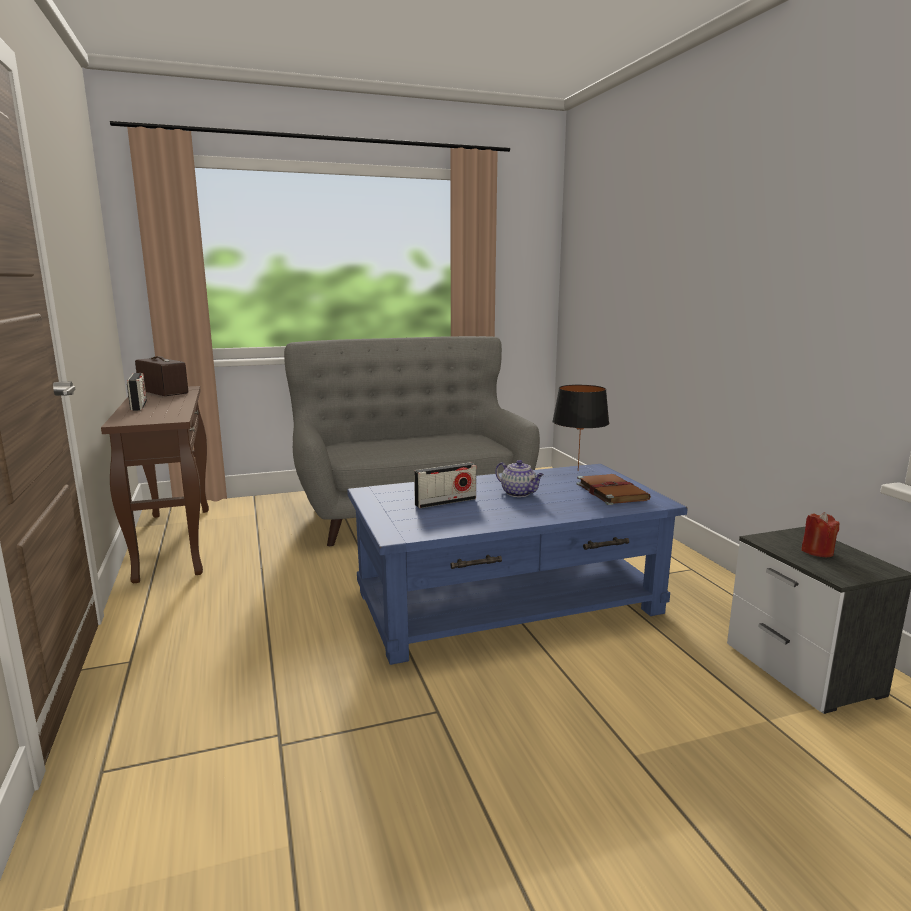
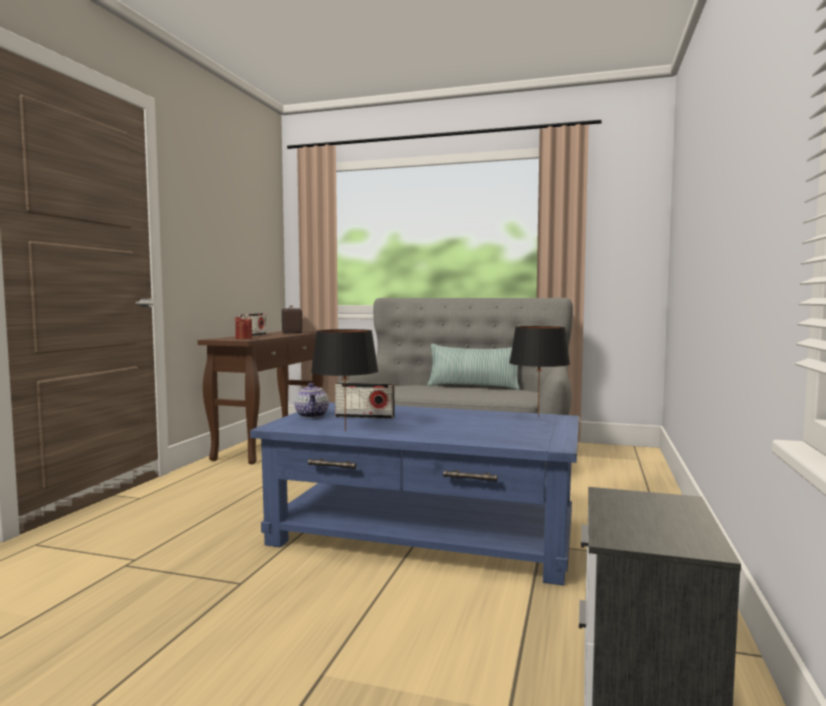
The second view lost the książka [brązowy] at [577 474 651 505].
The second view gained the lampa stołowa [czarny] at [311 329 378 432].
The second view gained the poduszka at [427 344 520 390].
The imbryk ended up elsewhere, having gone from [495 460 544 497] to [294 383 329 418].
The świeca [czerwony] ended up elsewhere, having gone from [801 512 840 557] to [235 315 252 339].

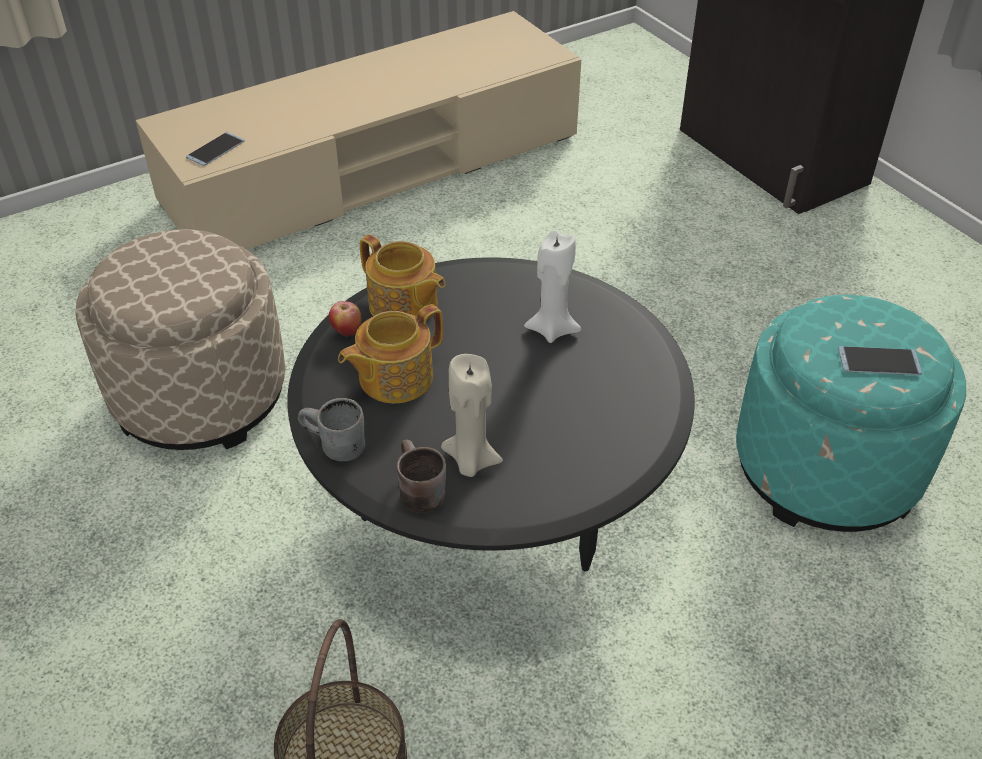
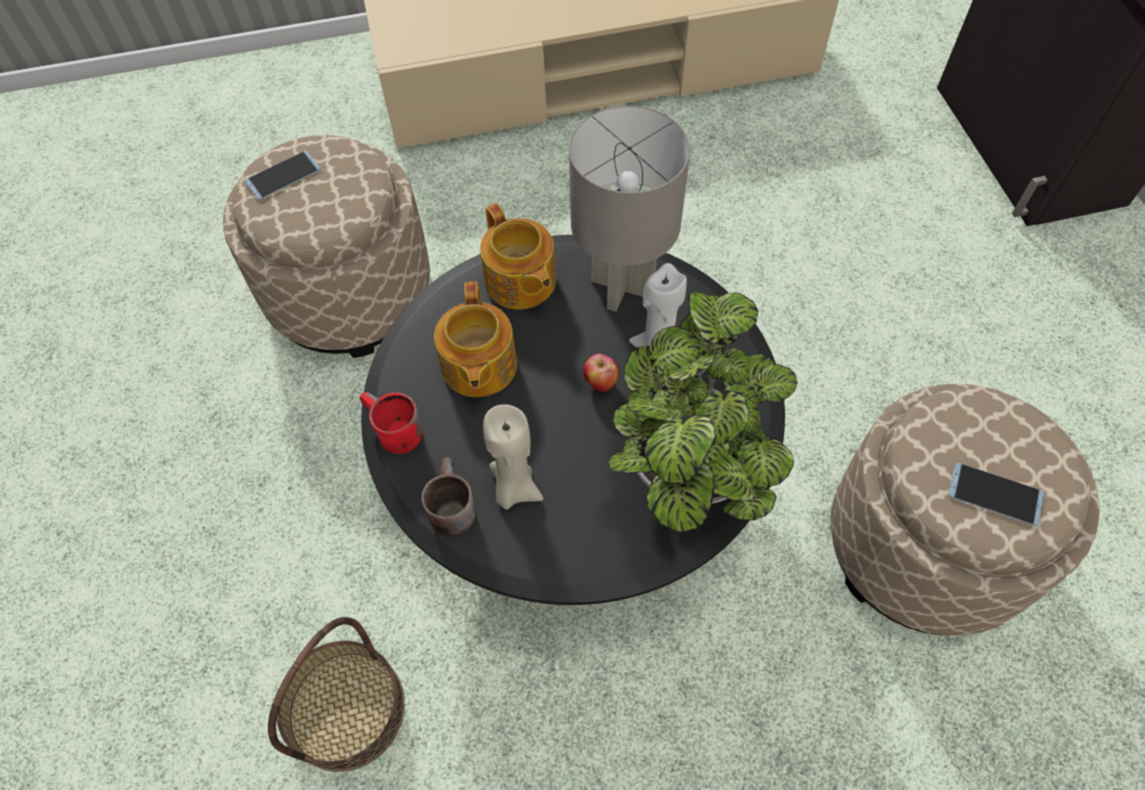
The second view gained the lampa stołowa [szary] at [569 106 690 312].
The second view gained the roślina doniczkowa at [609 292 798 533].
The telefon ended up elsewhere, having gone from [186 132 245 166] to [245 150 321 200].
The jabłko ended up elsewhere, having gone from [329 301 362 337] to [583 354 619 392].
What was the kubek [szary] at [298 398 365 461] turned into the kubek [czerwony] at [359 392 422 454].
What was the pufa [turkusowy] at [736 295 966 532] turned into the pufa [beżowy] at [831 384 1100 636].
The imbryk at [338 304 443 403] ended up facing another way, 75 degrees counterclockwise from before.

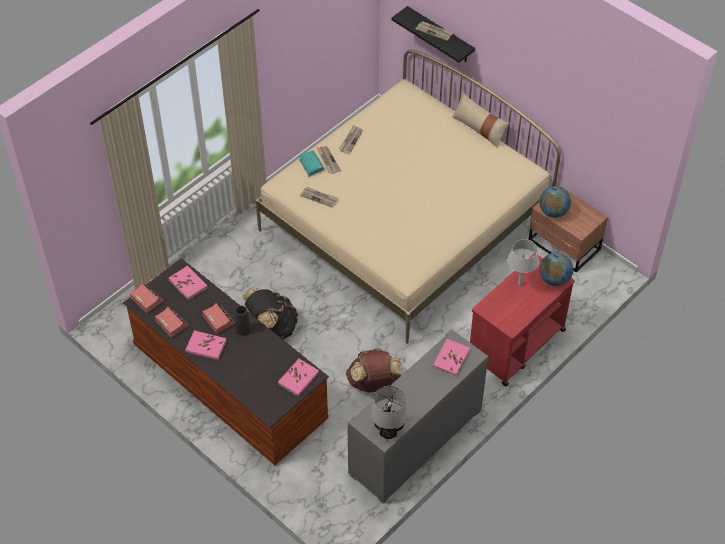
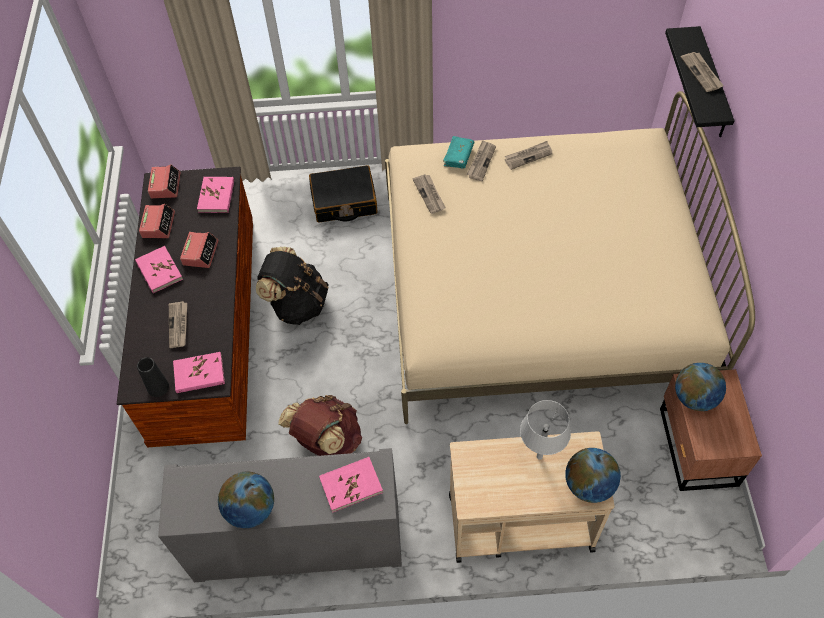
The second view lost the lampa stołowa at [371 386 407 439].
The second view lost the poduszka [beżowy] at [452 92 510 148].
The second view gained the gazeta at [169 301 187 348].
The second view gained the globus at [218 471 274 528].
The second view gained the walizka [czarny] at [309 165 378 222].
The wazon [czarny] ended up elsewhere, having gone from [235 306 251 336] to [137 357 169 397].
What was the wózek [czerwony] at [470 253 575 387] turned into the wózek [beżowy] at [449 431 615 563].

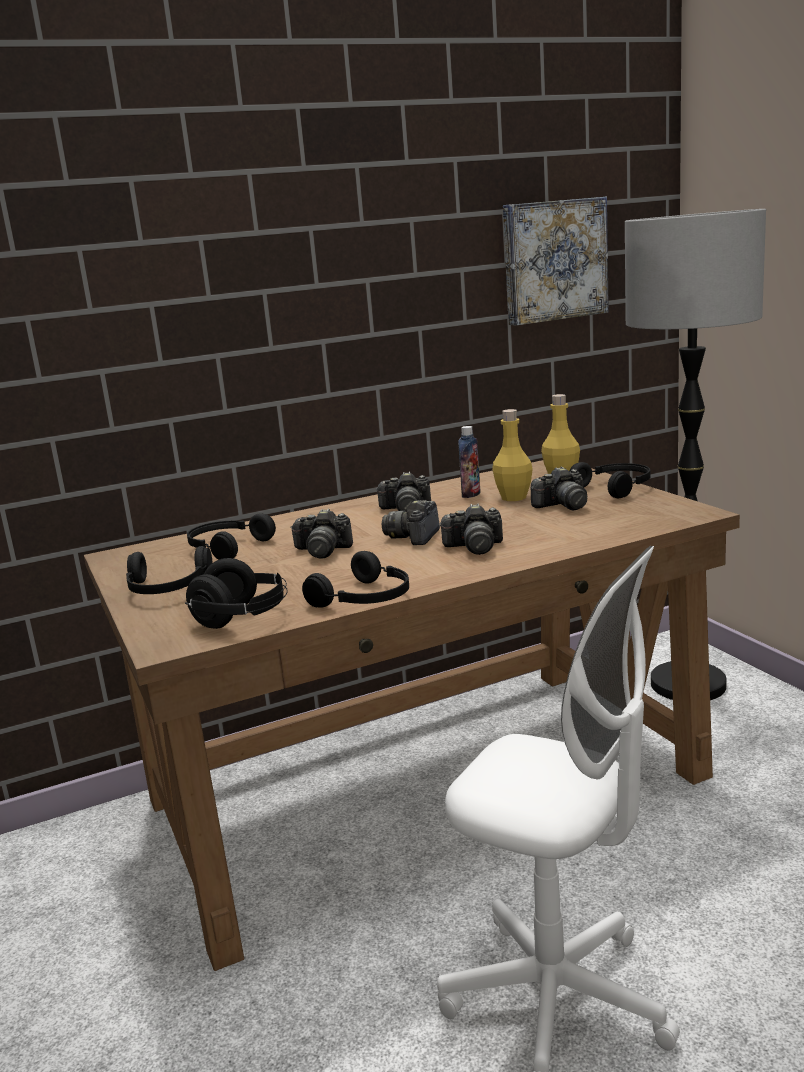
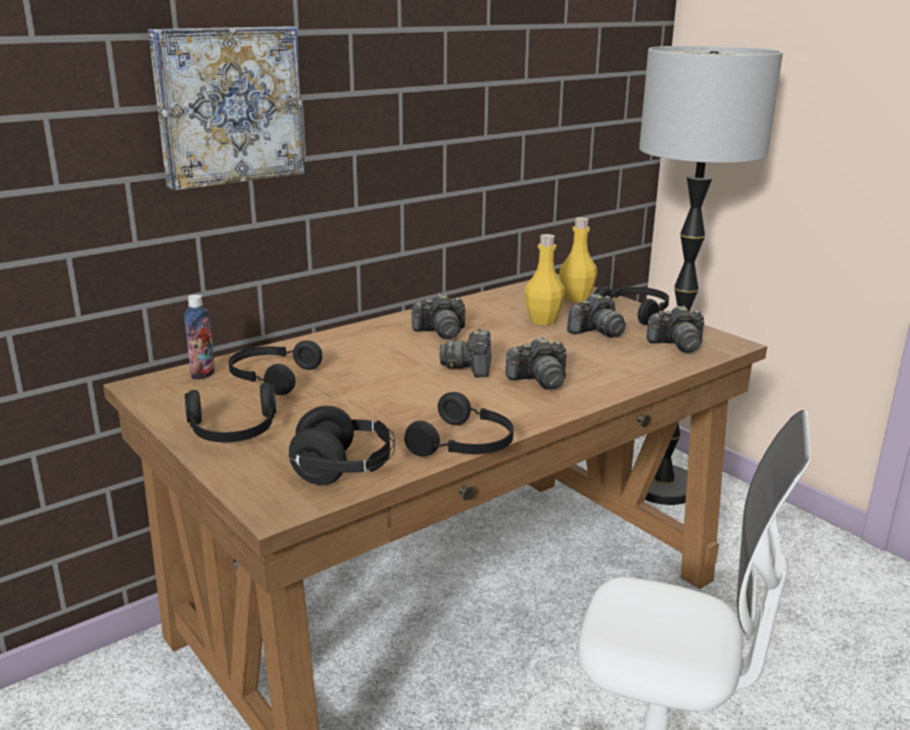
The aparat fotograficzny ended up elsewhere, having gone from [290 509 353 559] to [647 305 704 353].
The butelka ended up elsewhere, having gone from [458 426 481 498] to [184 295 215 380].
The obraz ended up elsewhere, having gone from [503 196 609 325] to [148 26 305 190].

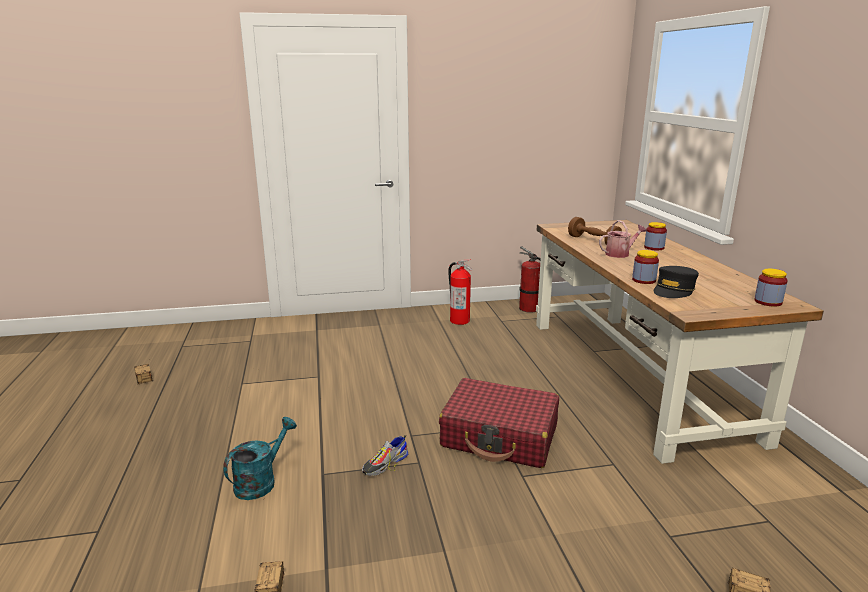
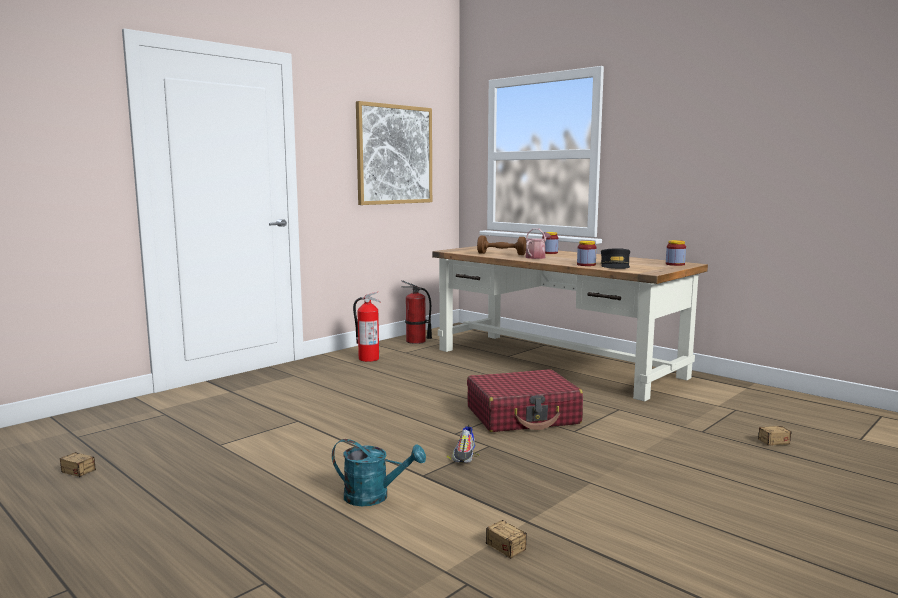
The second view gained the obraz at [356 101 432 205].
The konewka [turkusowy] at [223 417 297 500] ended up facing another way, 105 degrees clockwise from before.

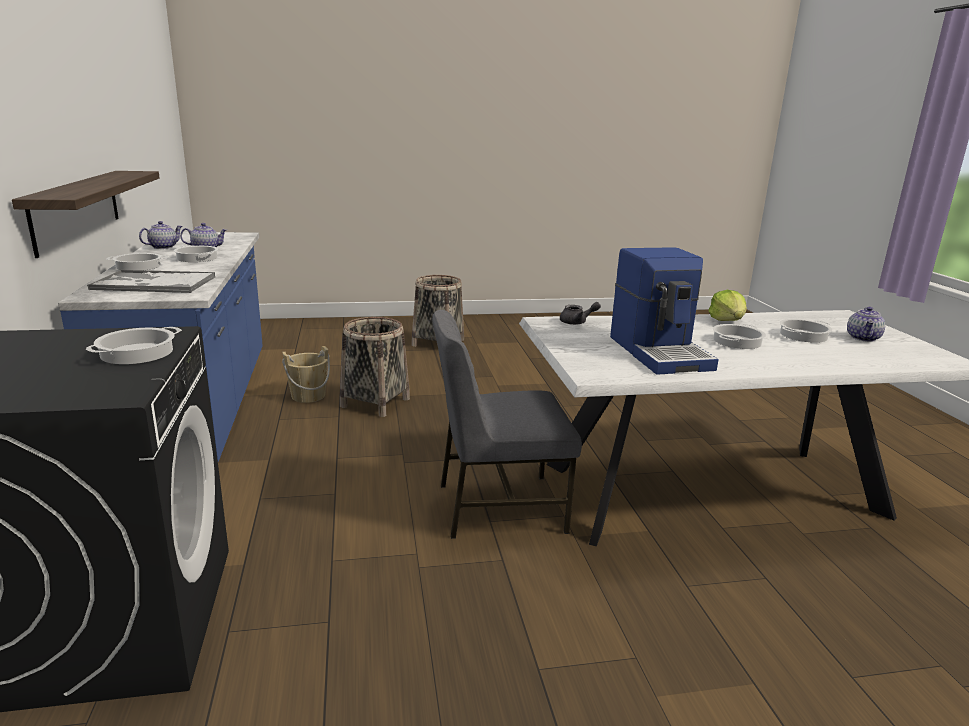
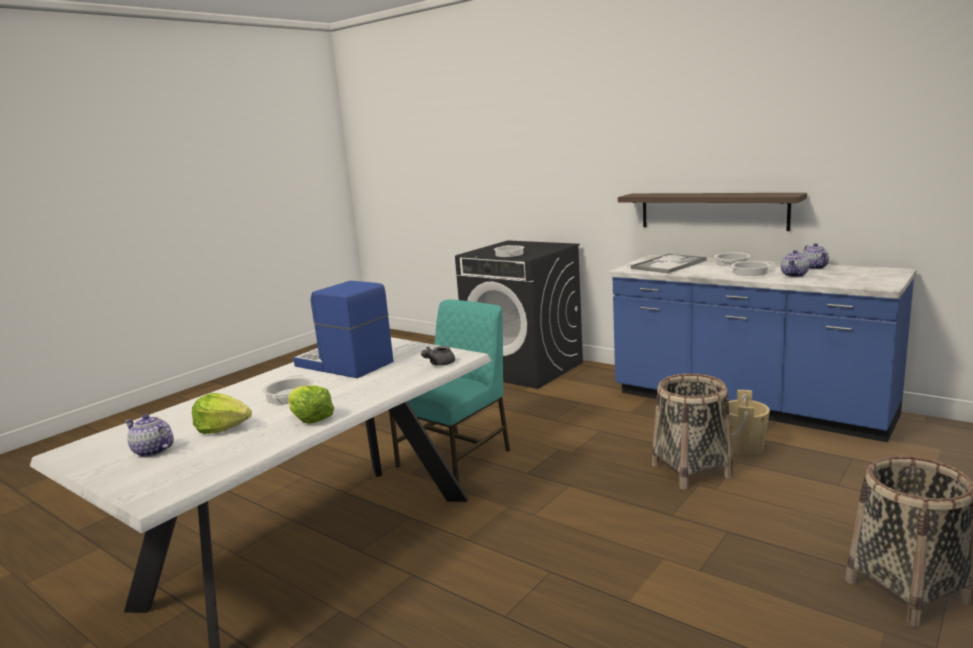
Where the garnek stood at [780 319 833 343], the sałata came to stand at [192 393 252 434].
What was the krzesło [szary] at [432 310 582 539] turned into the krzesło [turkusowy] at [389 299 510 483].
The imbryk at [847 307 886 342] ended up facing another way, 45 degrees counterclockwise from before.

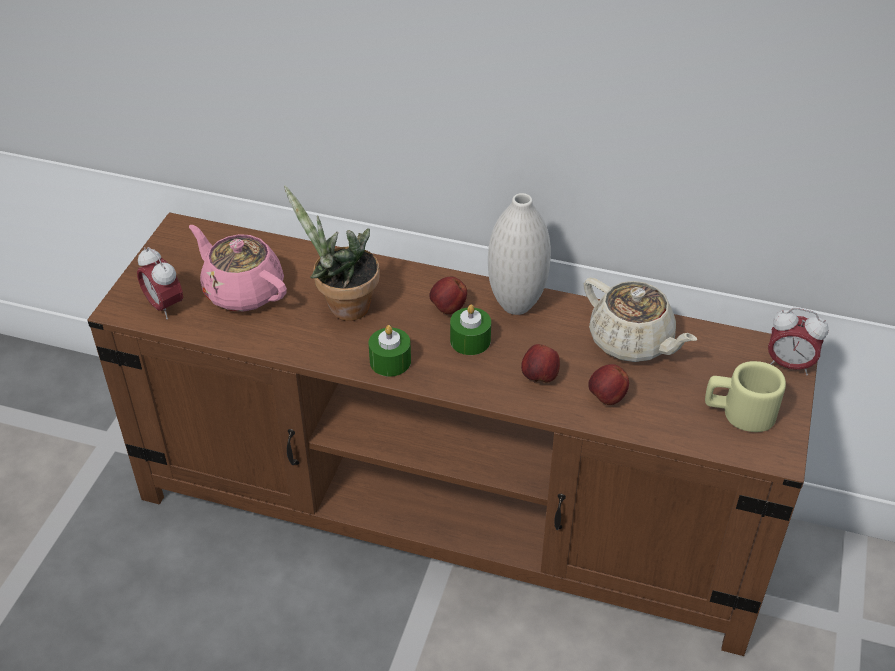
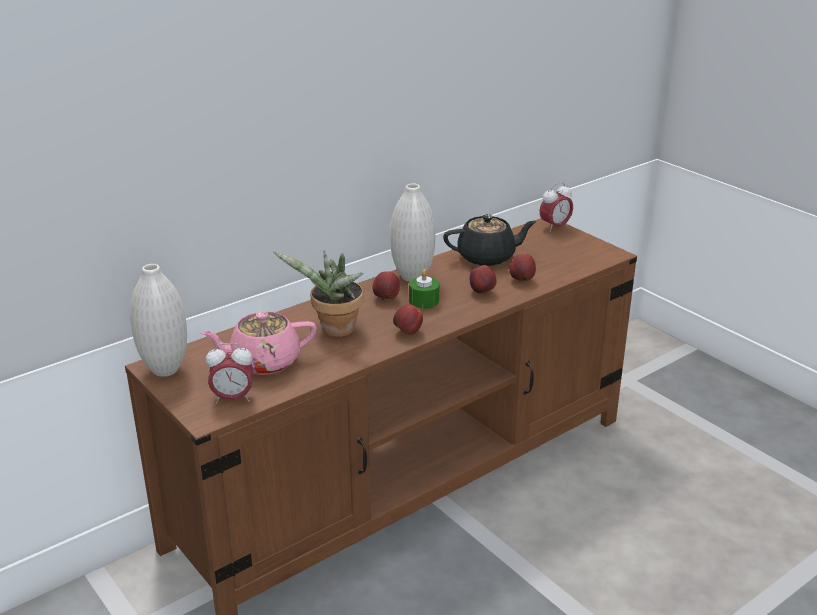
The second view lost the kubek [beżowy] at [705 361 786 432].
The second view gained the wazon [biały] at [130 264 187 377].
Where the świeca [zielony] stood at [368 325 411 377], the jabłko came to stand at [393 304 423 334].
What was the imbryk [beżowy] at [584 278 697 362] turned into the imbryk [czarny] at [443 214 537 266].

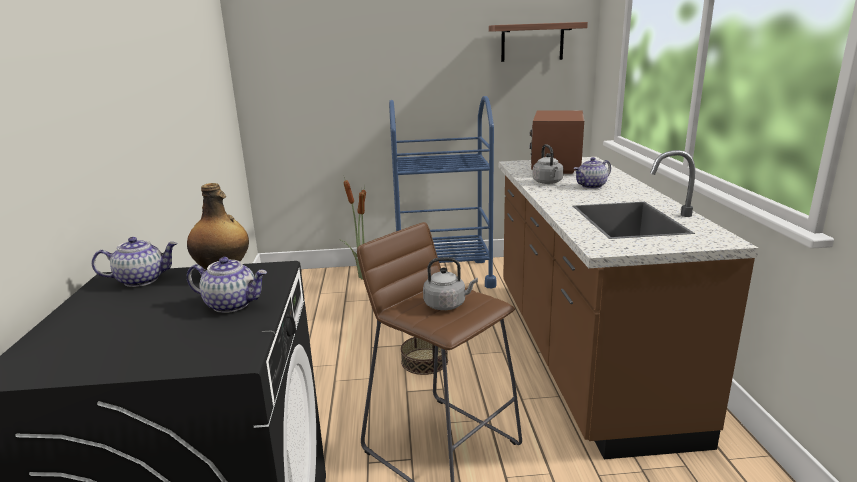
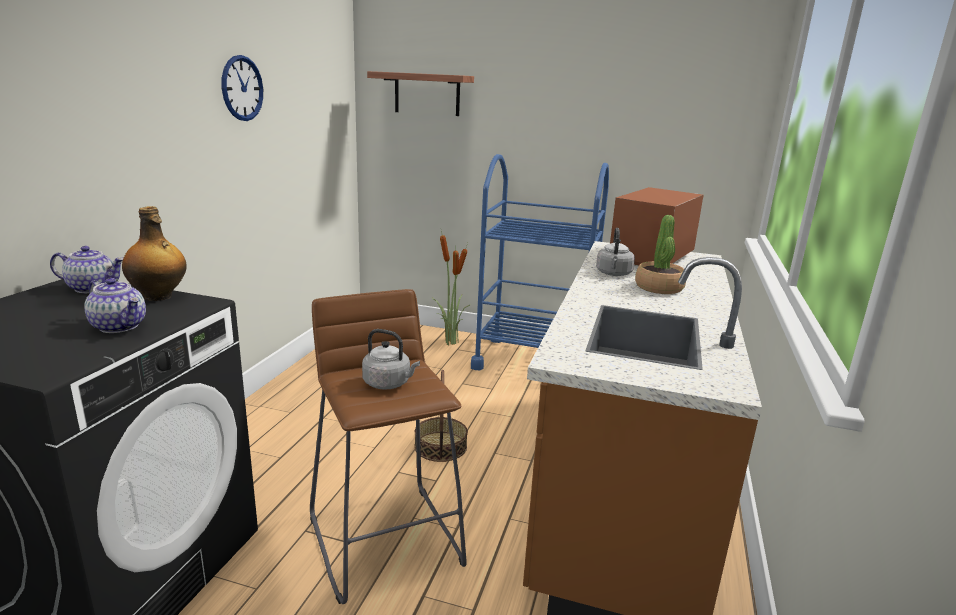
The second view gained the zegar ścienny at [222 55 263 121].
The półka ended up elsewhere, having gone from [489 22 588 62] to [367 71 474 116].
Where the imbryk stood at [573 157 611 189], the roślina doniczkowa came to stand at [635 215 686 294].

